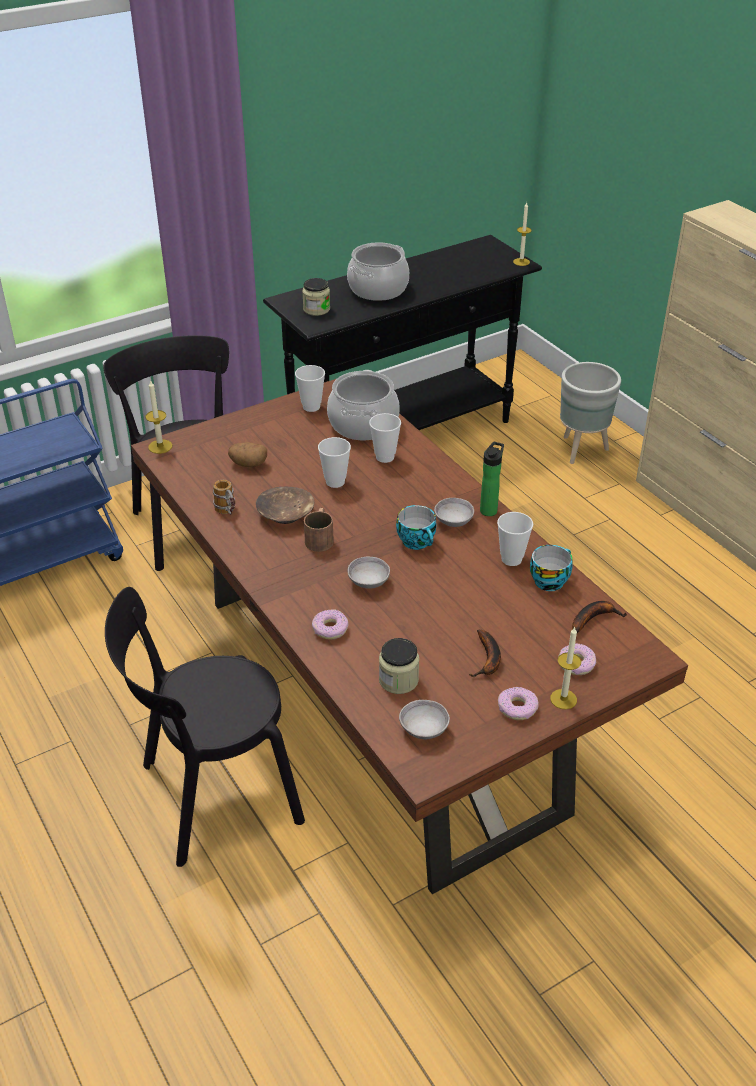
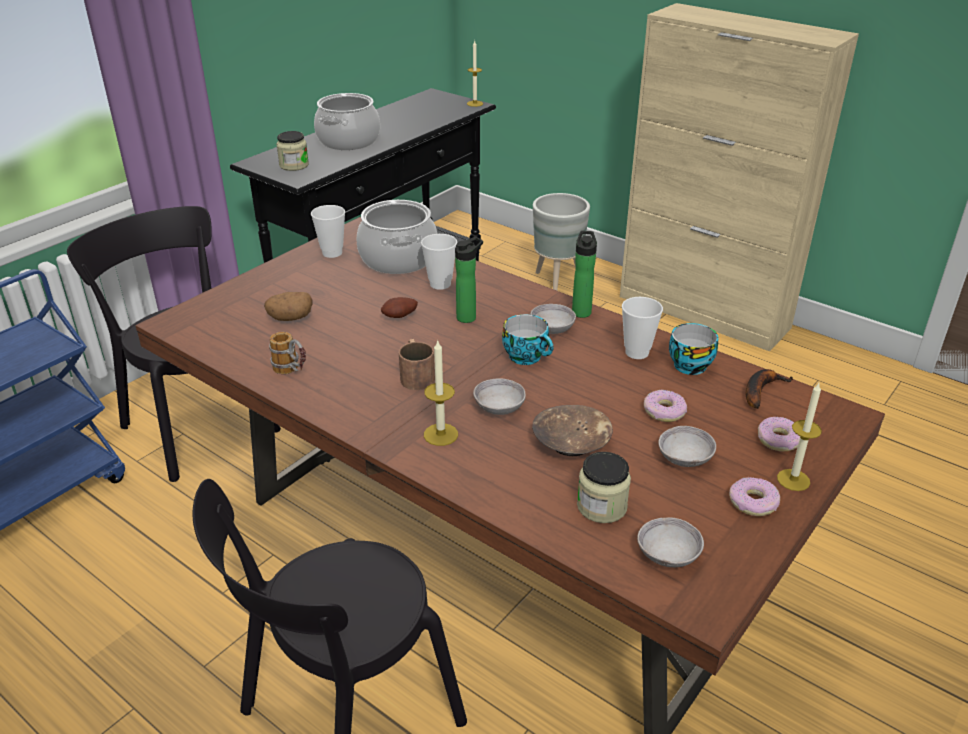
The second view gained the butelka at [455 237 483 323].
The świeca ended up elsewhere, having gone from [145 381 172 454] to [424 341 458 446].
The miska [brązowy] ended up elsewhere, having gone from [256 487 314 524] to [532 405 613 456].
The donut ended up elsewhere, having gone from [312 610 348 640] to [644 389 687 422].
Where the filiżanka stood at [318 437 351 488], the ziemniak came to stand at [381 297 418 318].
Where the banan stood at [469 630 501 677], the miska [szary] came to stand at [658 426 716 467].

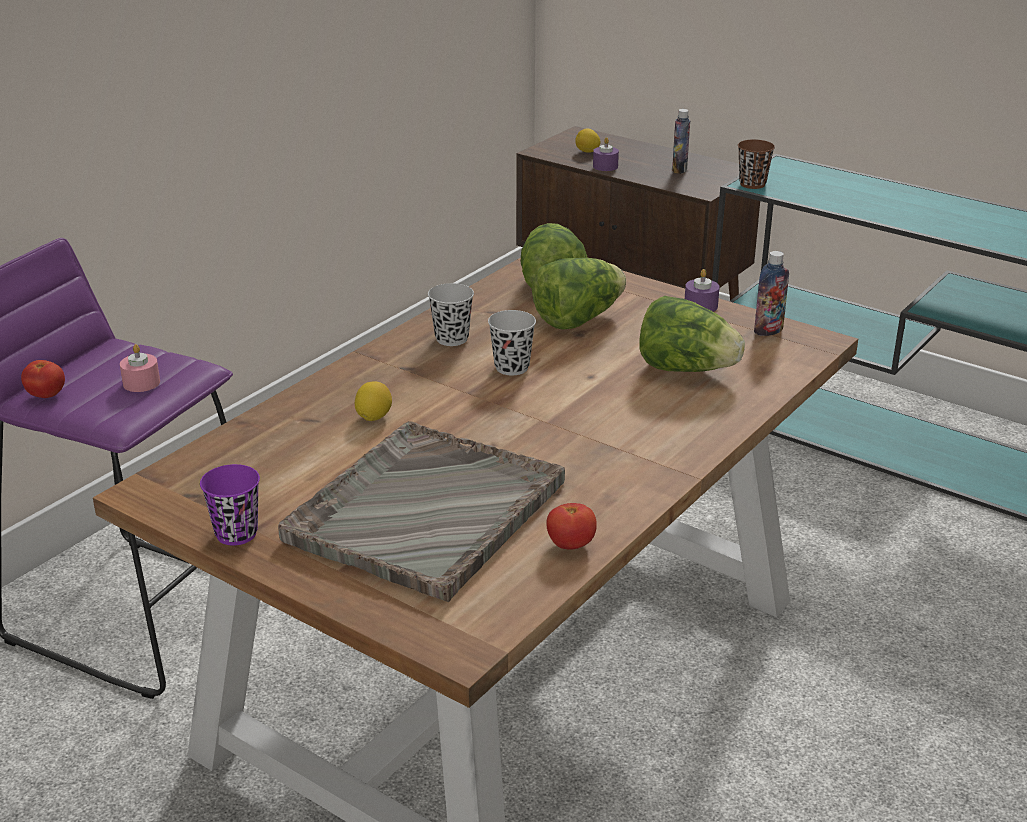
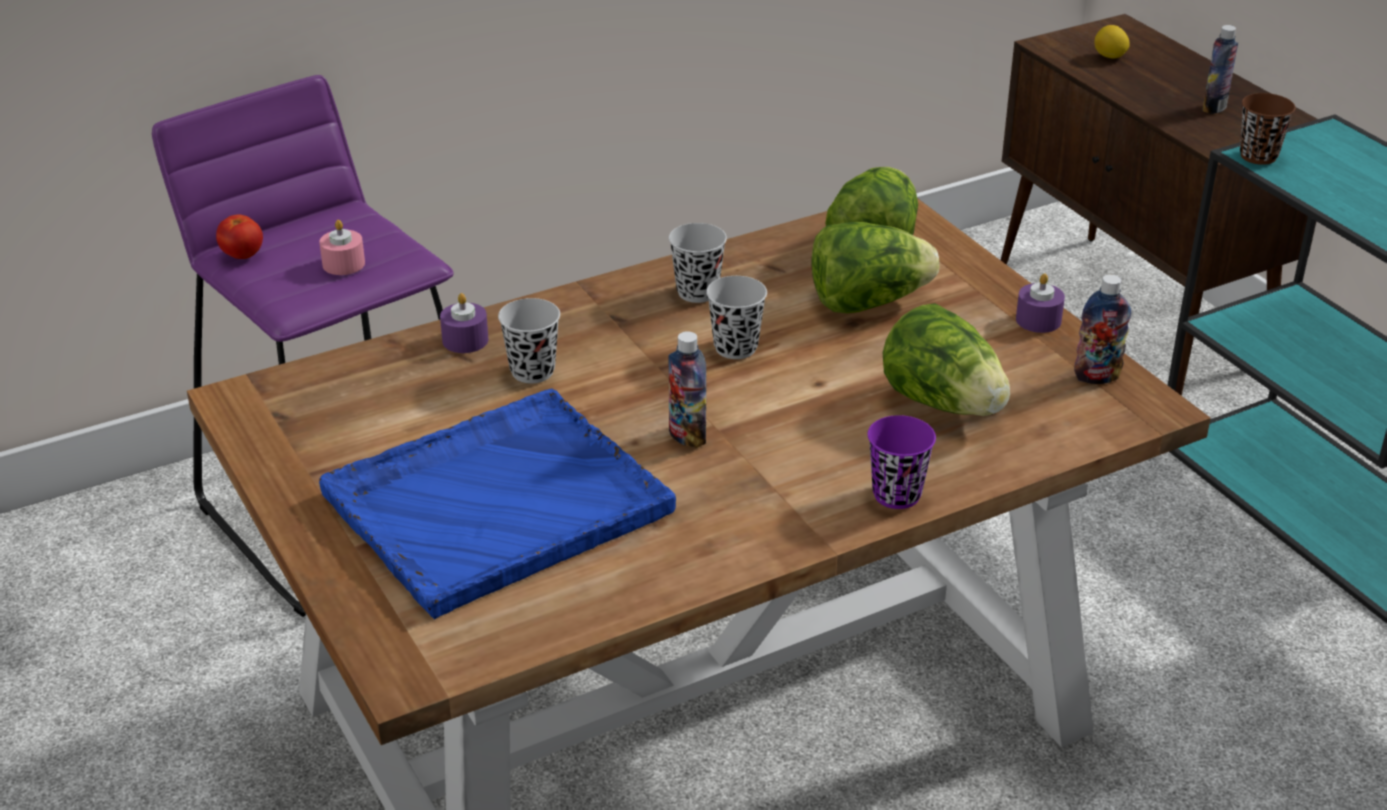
The second view lost the pomidor at [546 503 597 550].
The second view gained the butelka at [668 331 706 448].
The filiżanka [fioletowy] ended up elsewhere, having gone from [200 464 260 546] to [868 415 936 509].
The świeca [fioletowy] ended up elsewhere, having gone from [593 137 619 171] to [440 293 488 353].
Where the cytryna stood at [355 381 392 421], the filiżanka [czarny] came to stand at [498 298 560 383].
What was the taca [szary] at [278 421 565 602] turned into the taca [niebieski] at [319 389 676 619].

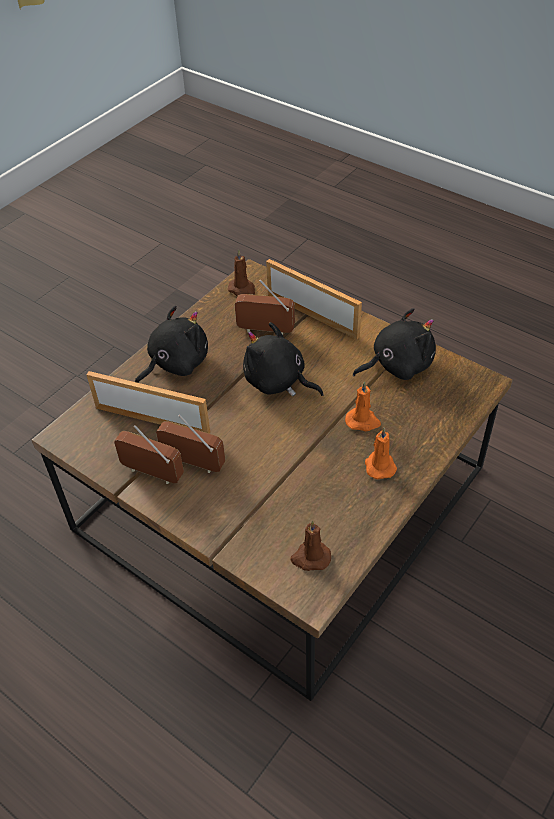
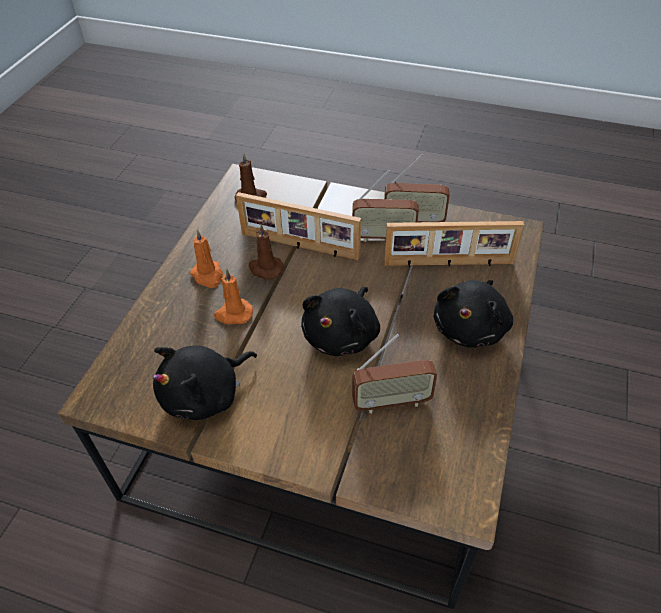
The świeca [brązowy] ended up elsewhere, having gone from [228 249 255 296] to [249 224 284 280].
The ramka na zdjęcie ended up elsewhere, having gone from [266 259 362 339] to [236 192 361 261].
The pluszak [czarny] at [243 322 324 396] ended up facing another way, 105 degrees clockwise from before.

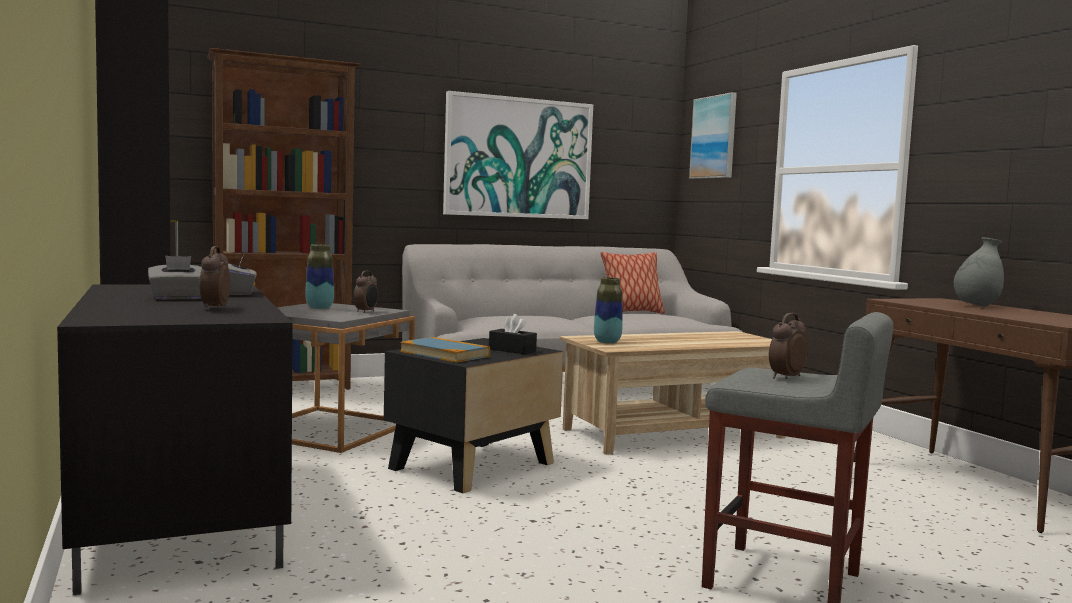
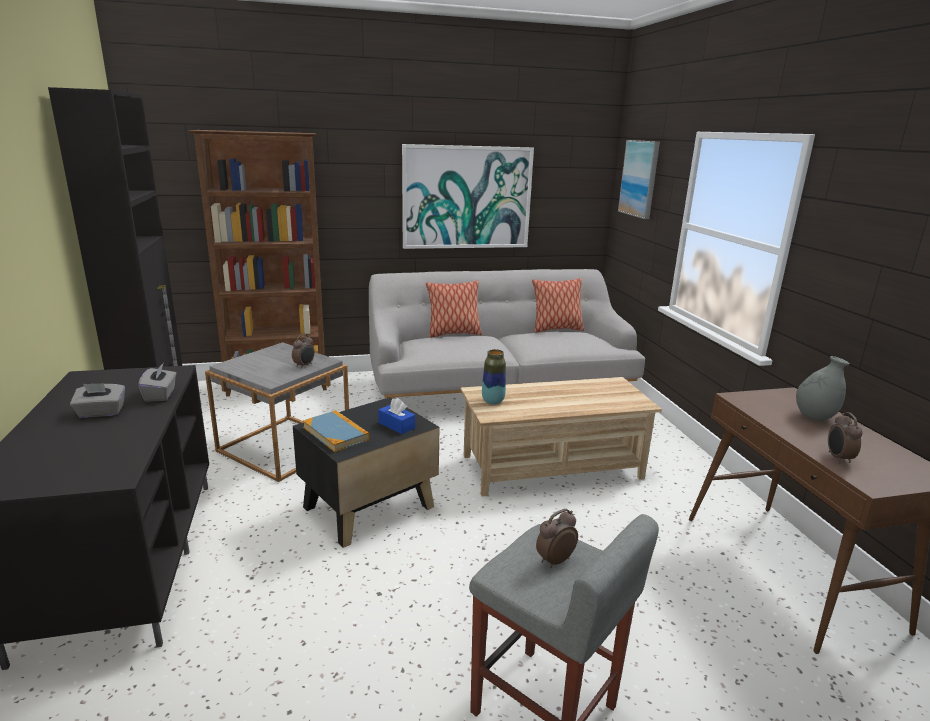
The second view lost the wazon at [305 244 334 309].
The second view gained the poduszka at [426 281 482 338].
The budzik ended up elsewhere, having gone from [199 246 230 310] to [828 412 863 464].
What was the pudełko chusteczek [czarny] at [489 314 537 354] turned into the pudełko chusteczek [niebieski] at [378 398 415 434].

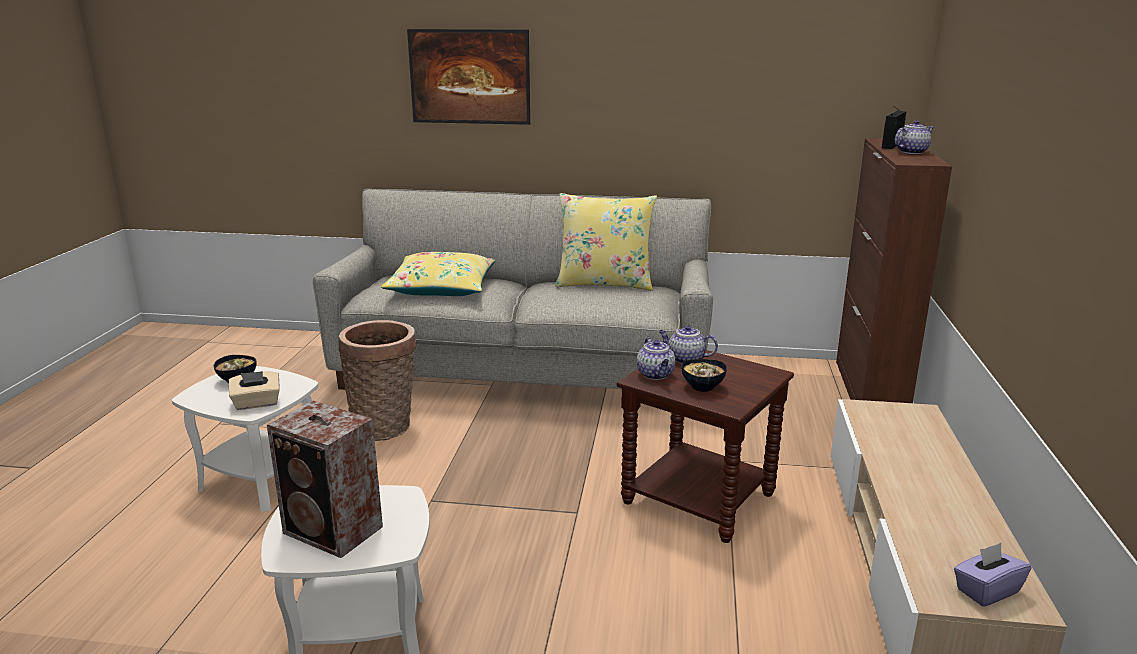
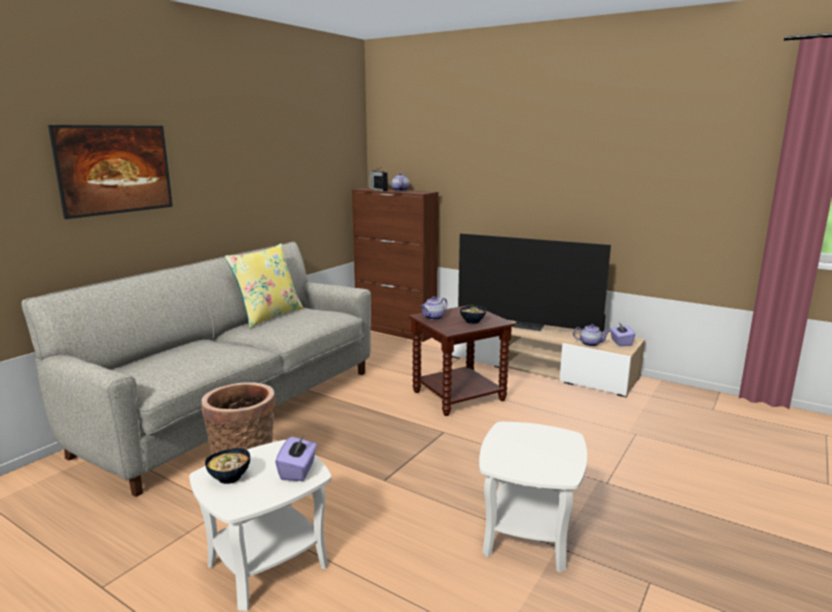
The second view lost the głośnik at [267 400 383 558].
The second view lost the poduszka [żółty] at [381 252 495 296].
The second view gained the telewizor at [458 234 611 333].
The imbryk ended up elsewhere, having gone from [637 338 675 380] to [573 324 610 346].
What was the pudełko chusteczek [beżowy] at [229 371 280 410] turned into the pudełko chusteczek [fioletowy] at [275 434 317 481].

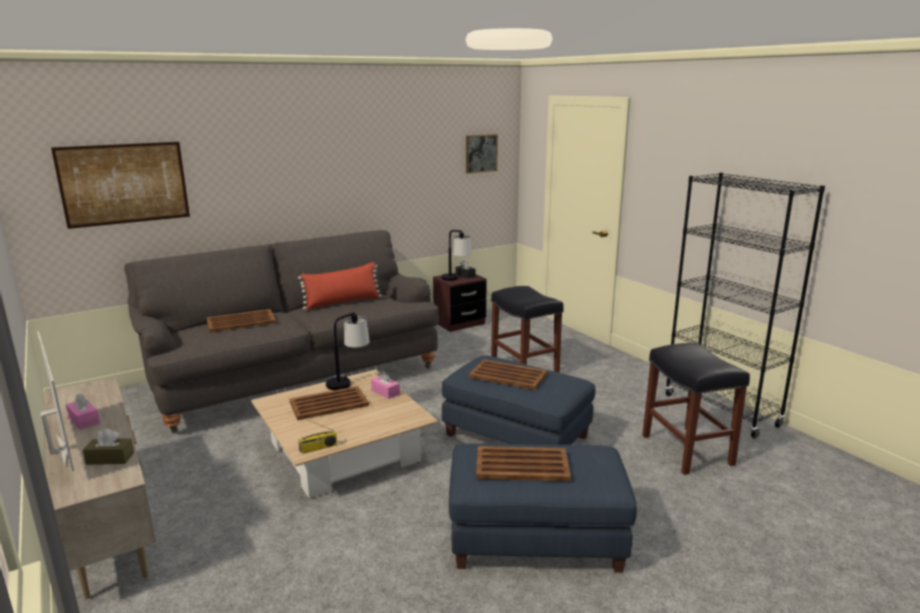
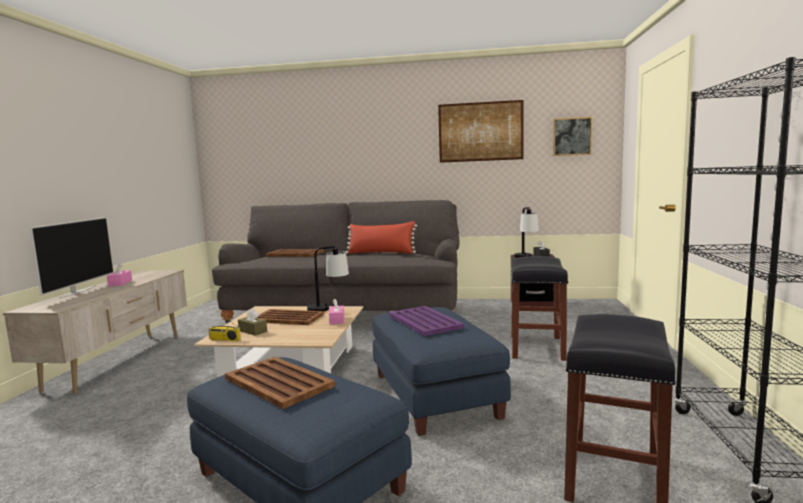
The obraz ended up elsewhere, having gone from [51 142 190 229] to [438 100 524 163].
The pudełko chusteczek [brązowy] ended up elsewhere, having gone from [83 428 134 465] to [238 308 267 336].
What was the taca [brązowy] at [469 359 548 390] turned into the taca [fioletowy] at [389 306 464 336].

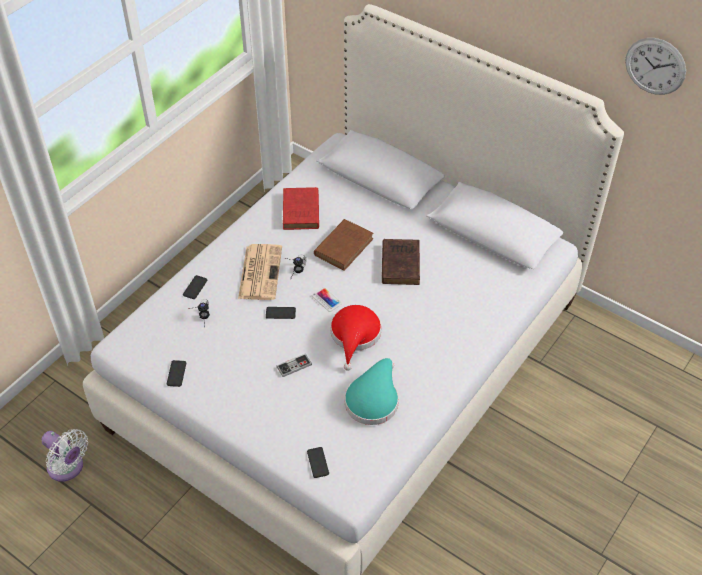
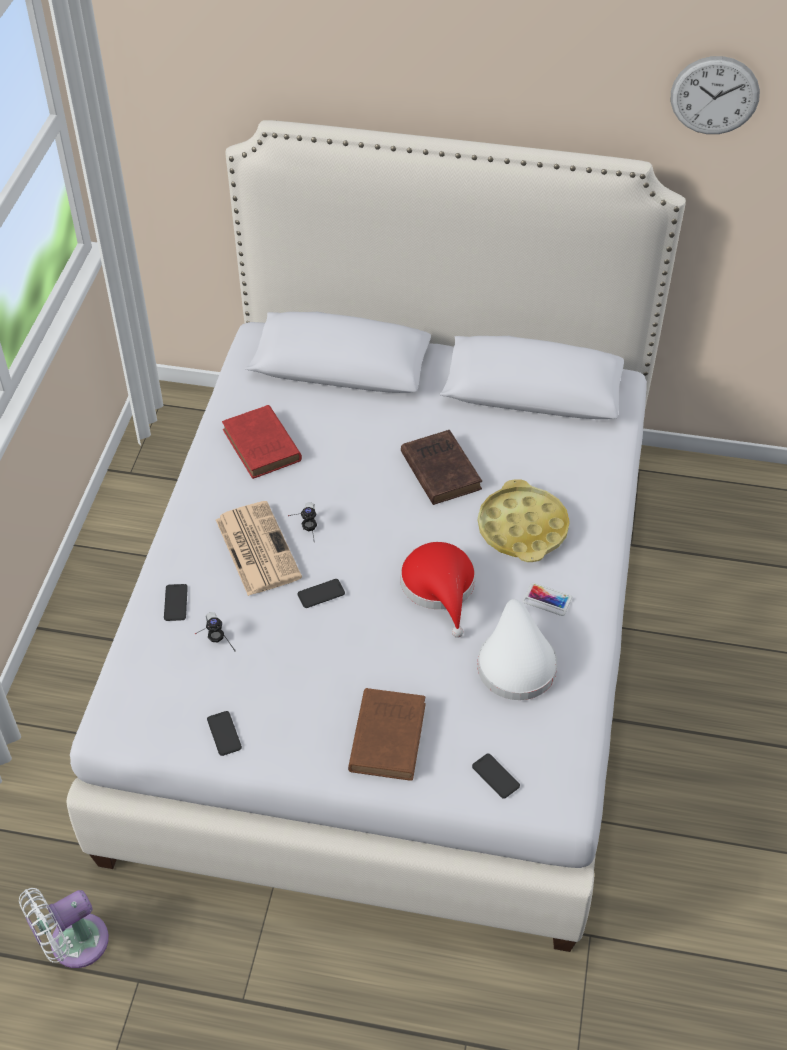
The second view lost the pad do gier at [276 354 312 377].
The second view gained the taca [żółty] at [478 479 570 562].
The telefon ended up elsewhere, having gone from [312 287 343 312] to [523 582 572 616].
The książka [brązowy] ended up elsewhere, having gone from [314 219 374 271] to [348 688 426 781].
What was the kapelusz [turkusowy] at [345 358 399 425] turned into the kapelusz [biały] at [477 599 557 700].
The wentylator [biały] at [41 429 88 482] ended up facing another way, 135 degrees clockwise from before.

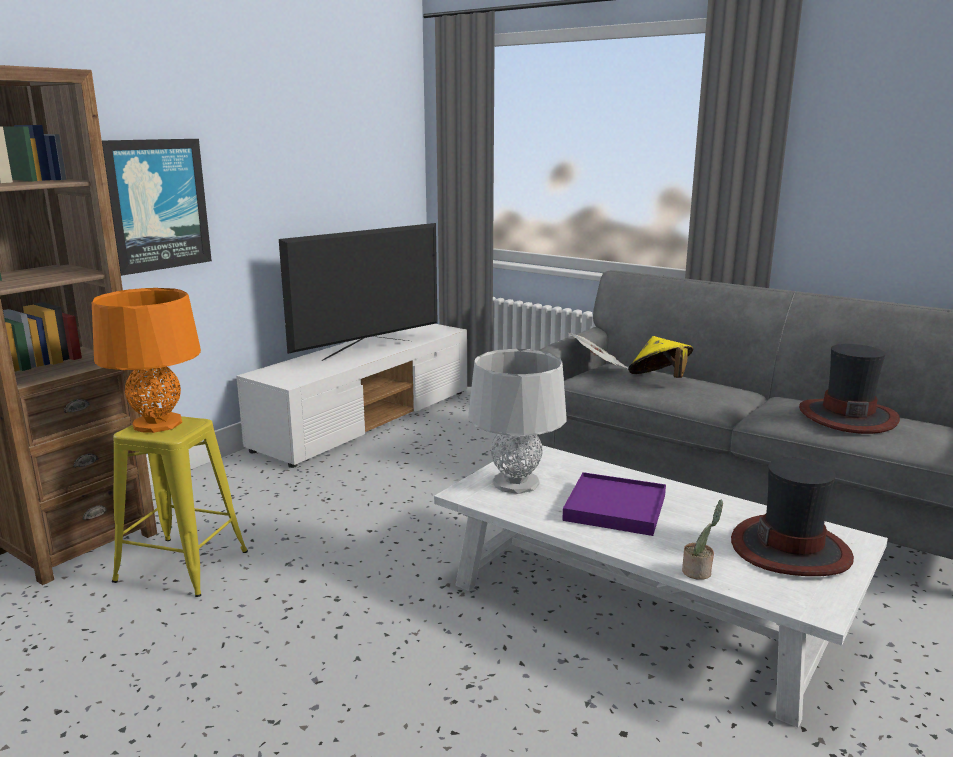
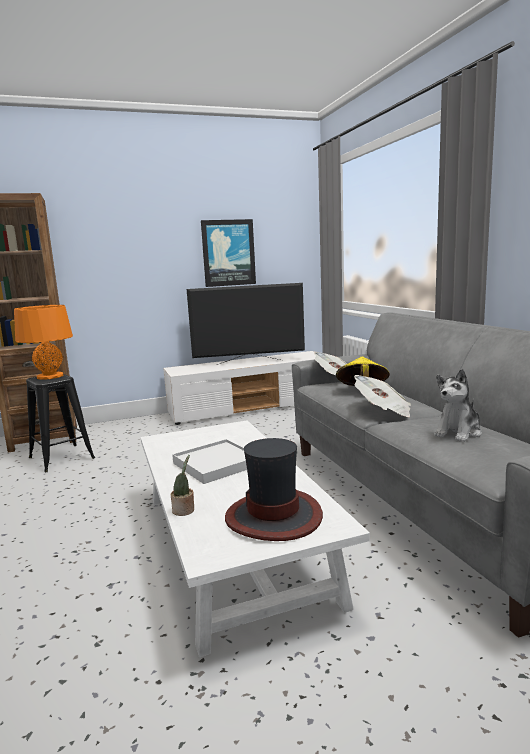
The second view lost the lampa stołowa [szary] at [468 349 567 494].
The second view gained the gazeta at [354 375 411 417].
The obraz ended up elsewhere, having gone from [102 139 212 276] to [201 219 256 287].
Where the kapelusz stood at [799 344 900 434], the pluszak came to stand at [434 369 482 442].
What was the stołek [żółty] at [112 416 248 597] turned into the stołek [czarny] at [26 374 95 472].
What was the taca [fioletowy] at [562 472 666 536] turned into the taca [biały] at [172 439 247 484].

